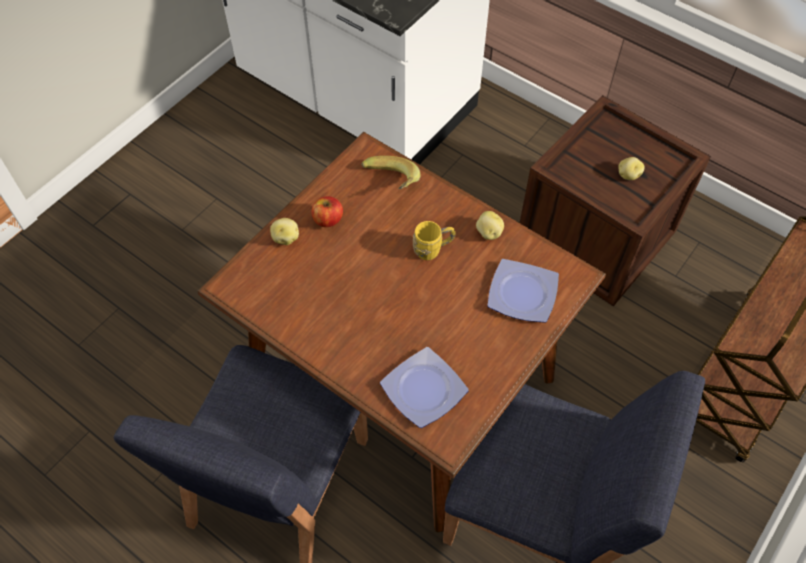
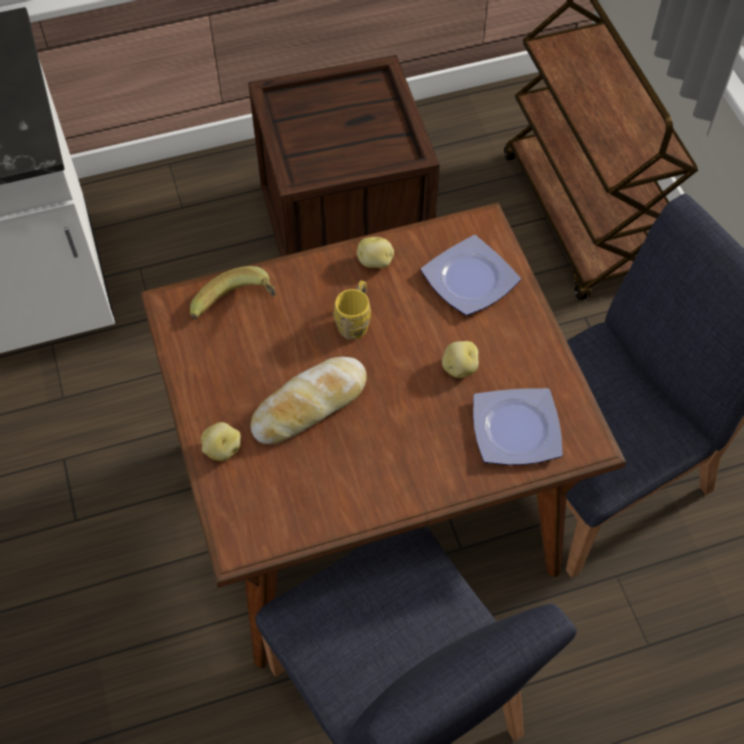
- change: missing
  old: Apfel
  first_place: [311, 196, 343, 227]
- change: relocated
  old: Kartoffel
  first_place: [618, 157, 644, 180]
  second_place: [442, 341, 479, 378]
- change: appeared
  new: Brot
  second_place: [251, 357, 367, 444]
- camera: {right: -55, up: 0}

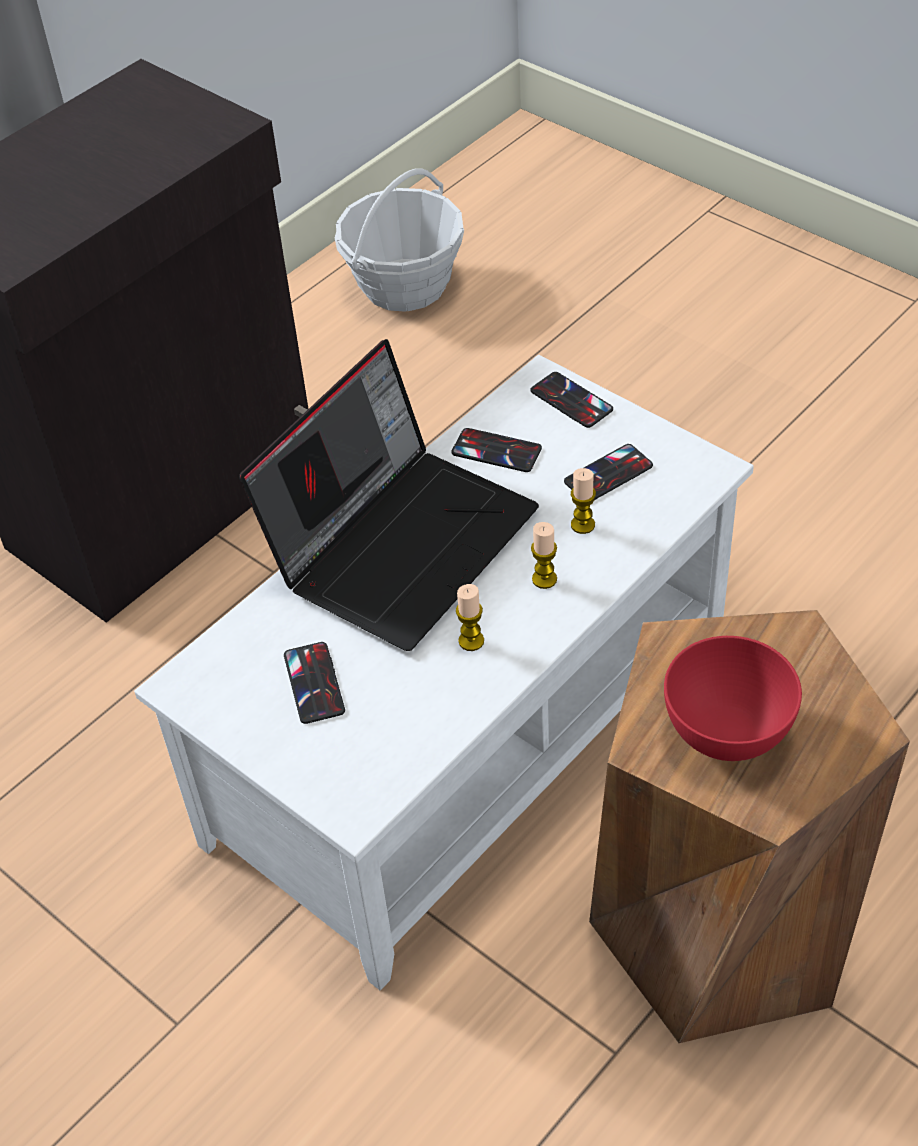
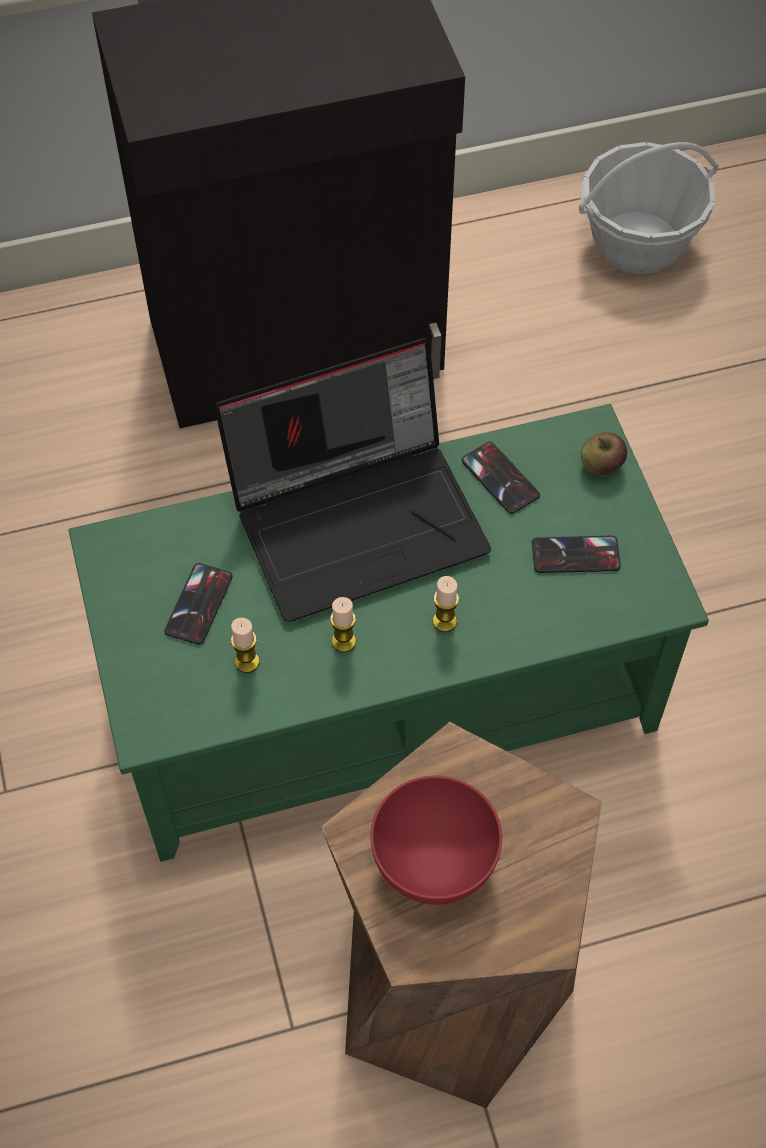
- change: colour
  old: Couchtisch [weiß]
  new: Couchtisch [grün]
  first_place: [134, 355, 754, 990]
  second_place: [68, 404, 709, 861]
- change: exchanged
  old: Handy
  new: Apfel
  first_place: [530, 372, 613, 428]
  second_place: [581, 433, 627, 475]
- change: relocated
  old: Kerze
  first_place: [571, 468, 596, 534]
  second_place: [231, 618, 260, 673]
- camera: {right: 30, up: 10}

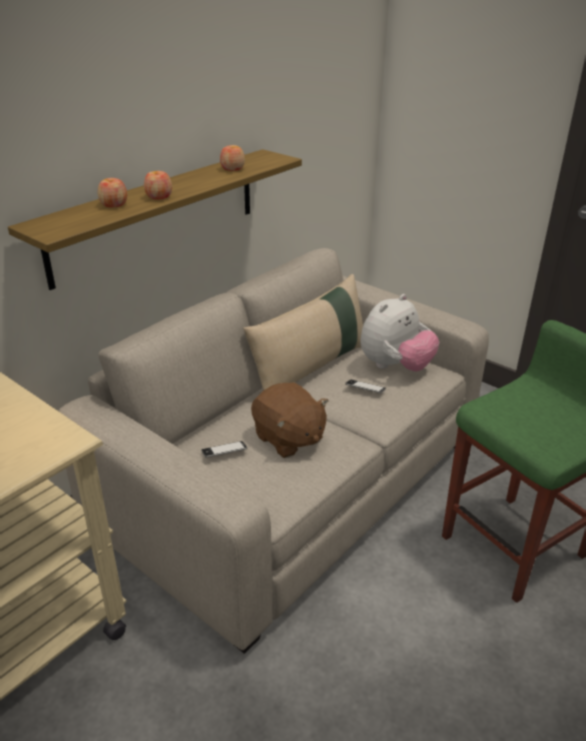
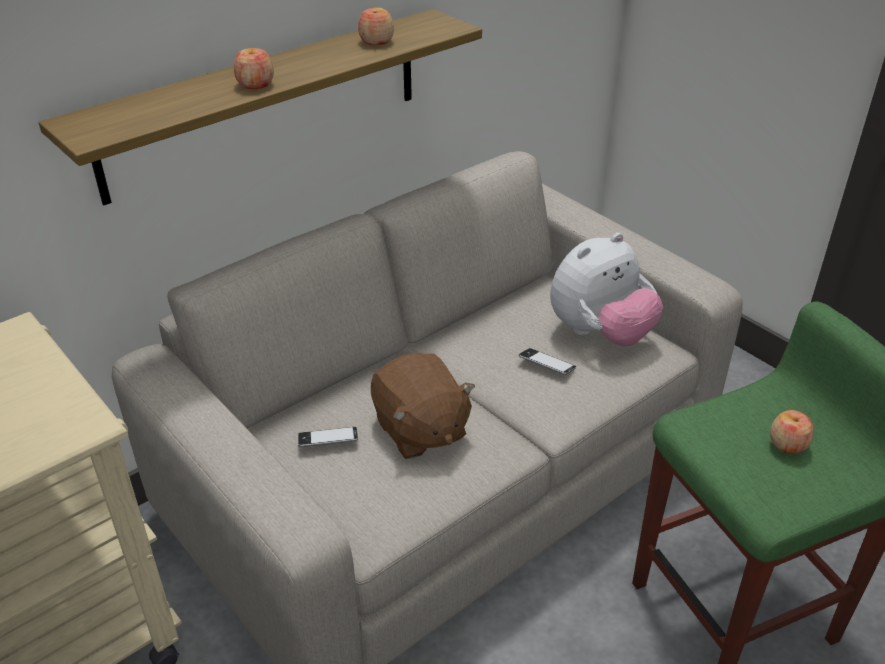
- change: relocated
  old: Apfel
  first_place: [97, 178, 127, 207]
  second_place: [770, 410, 814, 454]
- change: missing
  old: Kissen [beige]
  first_place: [243, 274, 363, 391]
- camera: {right: 10, up: 5}

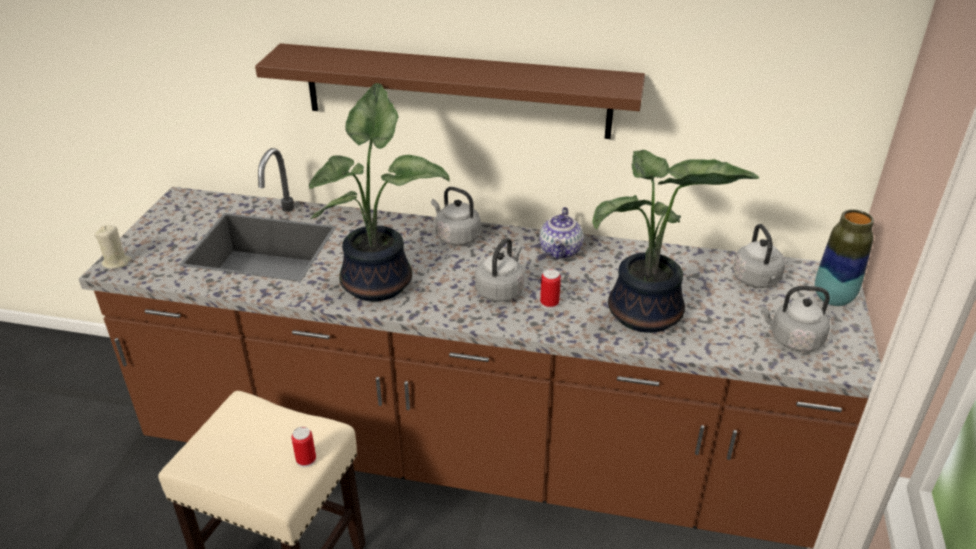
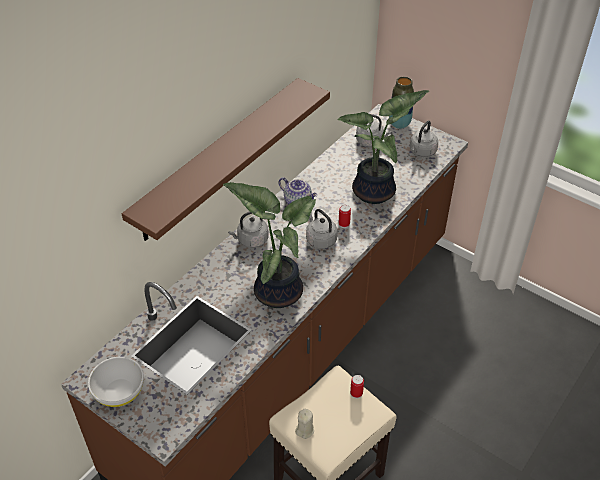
- change: relocated
  old: Kerze [beige]
  first_place: [95, 225, 131, 269]
  second_place: [295, 409, 314, 439]
- change: appeared
  new: Schüssel [weiß]
  second_place: [88, 357, 144, 407]
- camera: {right: -65, up: 10}

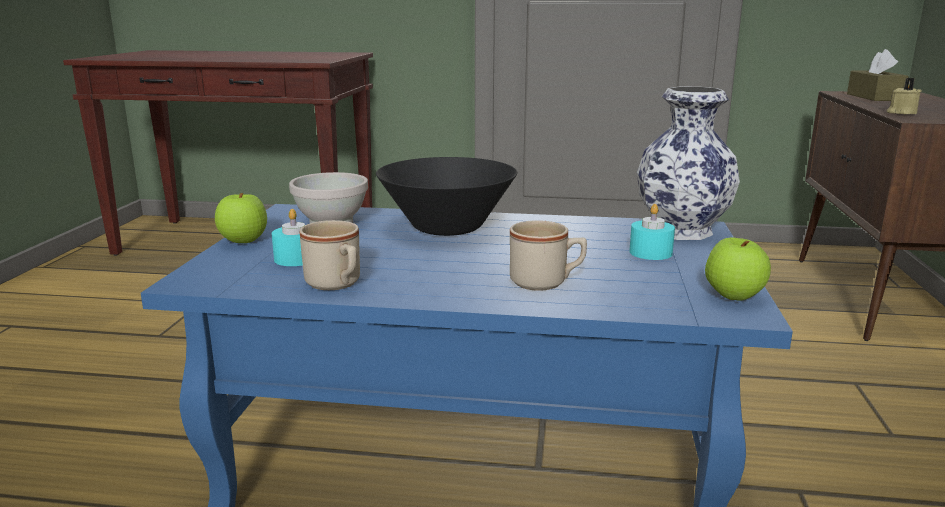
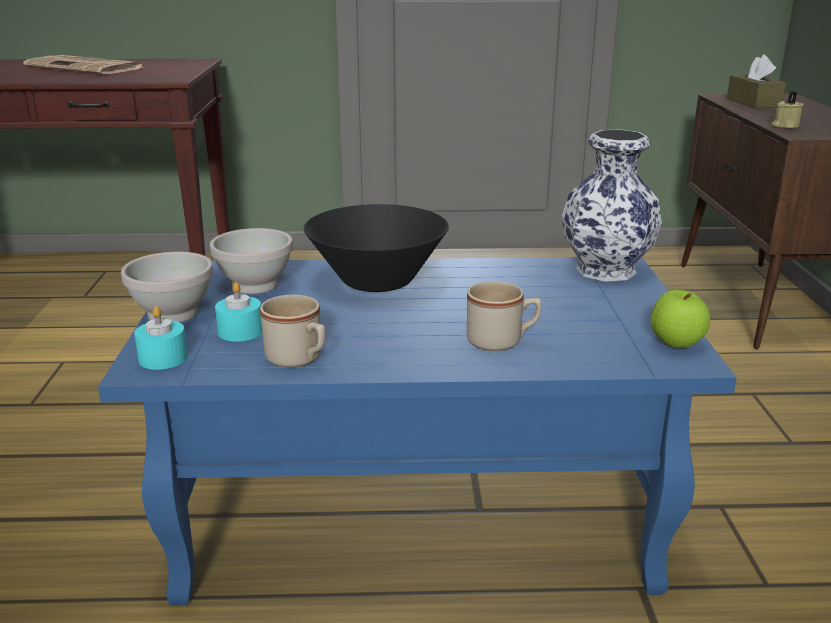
- change: exchanged
  old: Apfel
  new: Schüssel [weiß]
  first_place: [215, 193, 267, 243]
  second_place: [121, 252, 213, 322]
- change: relocated
  old: Kerze [türkis]
  first_place: [629, 204, 675, 260]
  second_place: [134, 306, 188, 370]
- change: appeared
  new: Zeitung
  second_place: [23, 55, 145, 74]
- camera: {right: -10, up: 5}

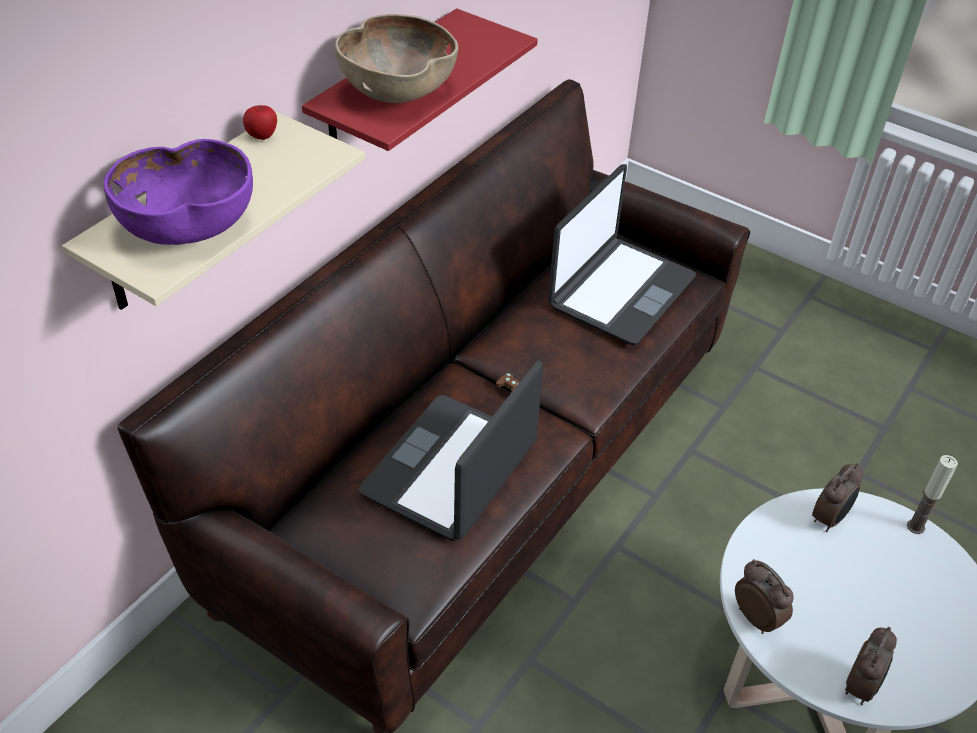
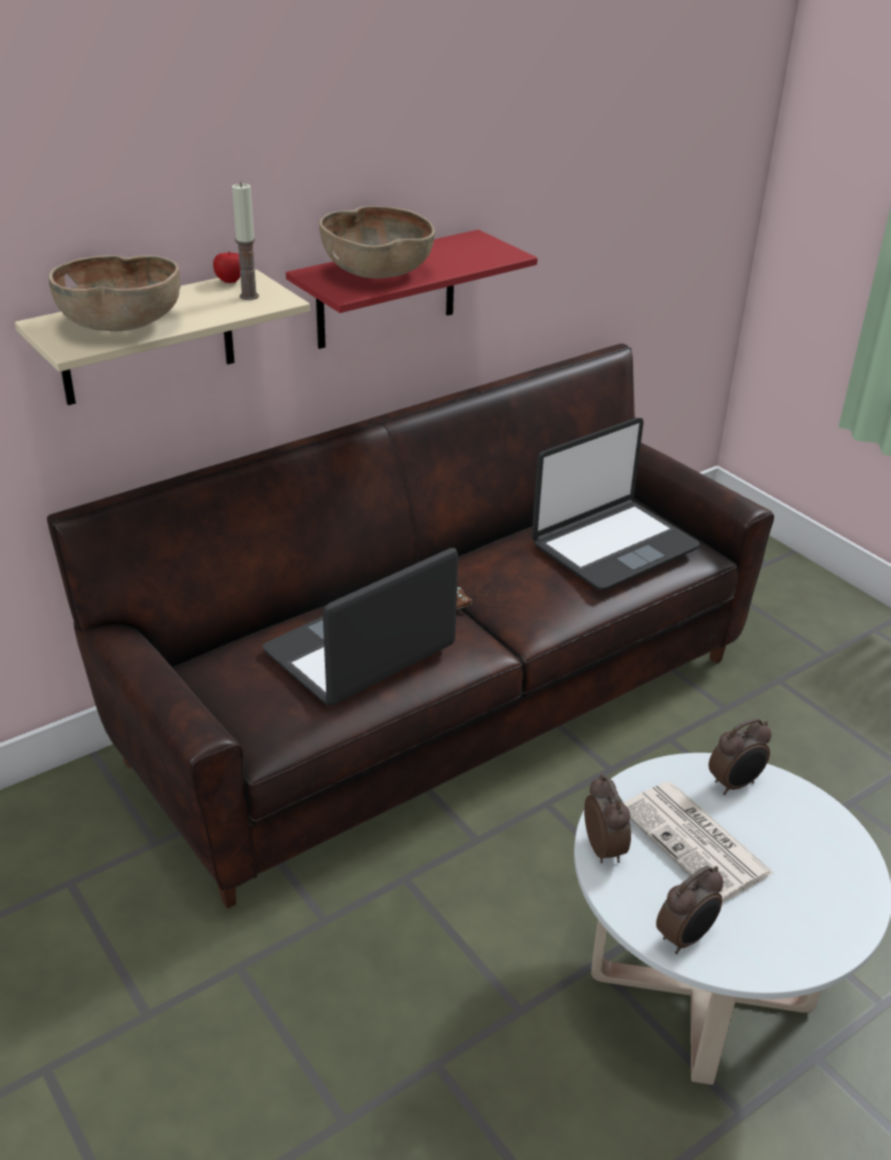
- change: colour
  old: Schüssel [lila]
  new: Schüssel [braun]
  first_place: [104, 139, 253, 245]
  second_place: [48, 255, 180, 331]
- change: relocated
  old: Kerze
  first_place: [907, 455, 958, 534]
  second_place: [232, 182, 259, 300]
- change: appeared
  new: Zeitung
  second_place: [624, 782, 774, 902]
- camera: {right: 20, up: -10}

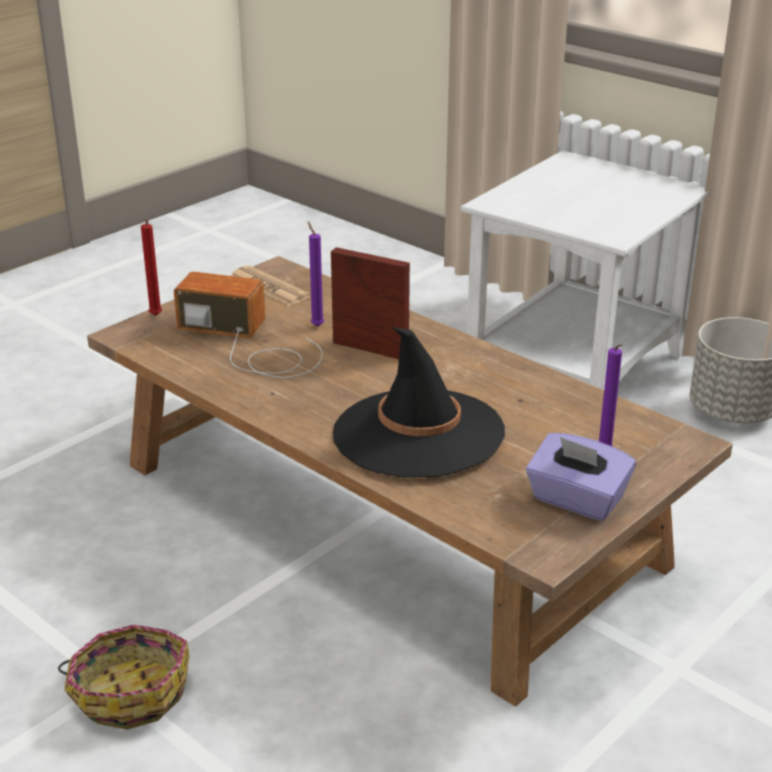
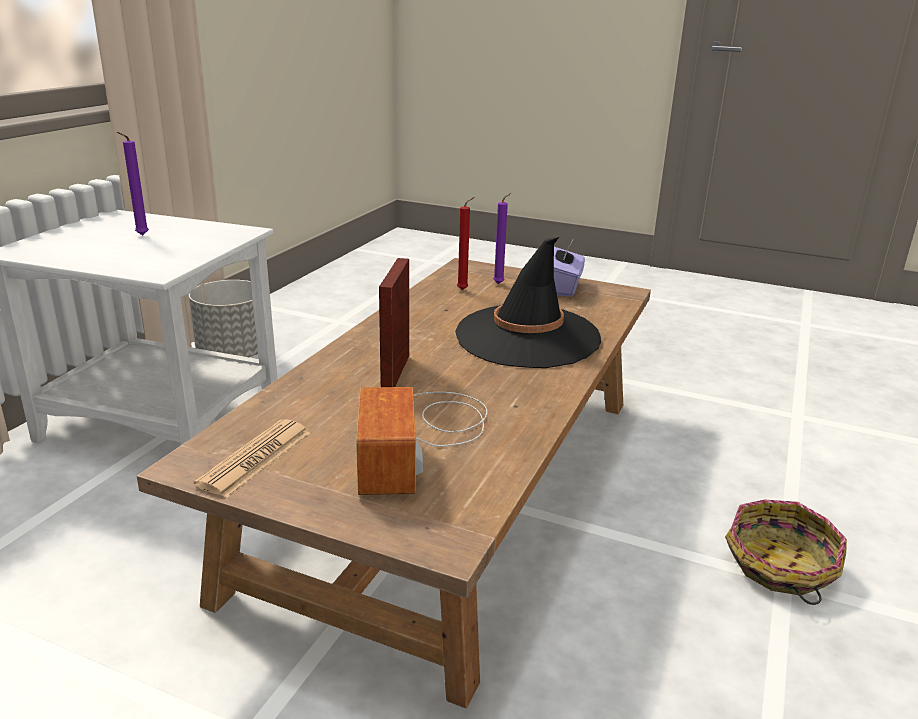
- change: relocated
  old: Kerze [rot]
  first_place: [141, 220, 162, 316]
  second_place: [457, 197, 474, 290]
- change: relocated
  old: Kerze [lila]
  first_place: [308, 222, 324, 327]
  second_place: [117, 132, 149, 235]
- camera: {right: -110, up: -5}

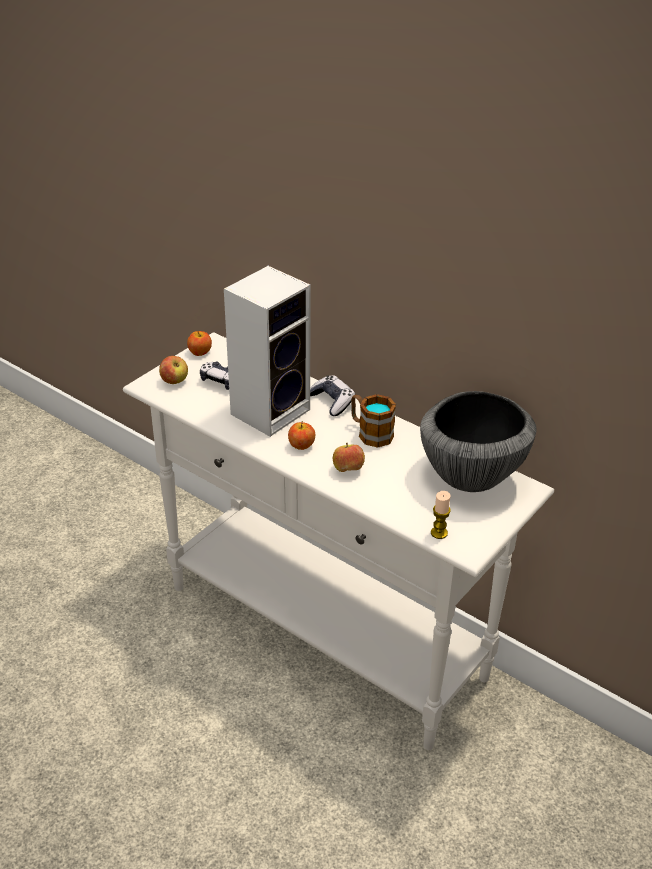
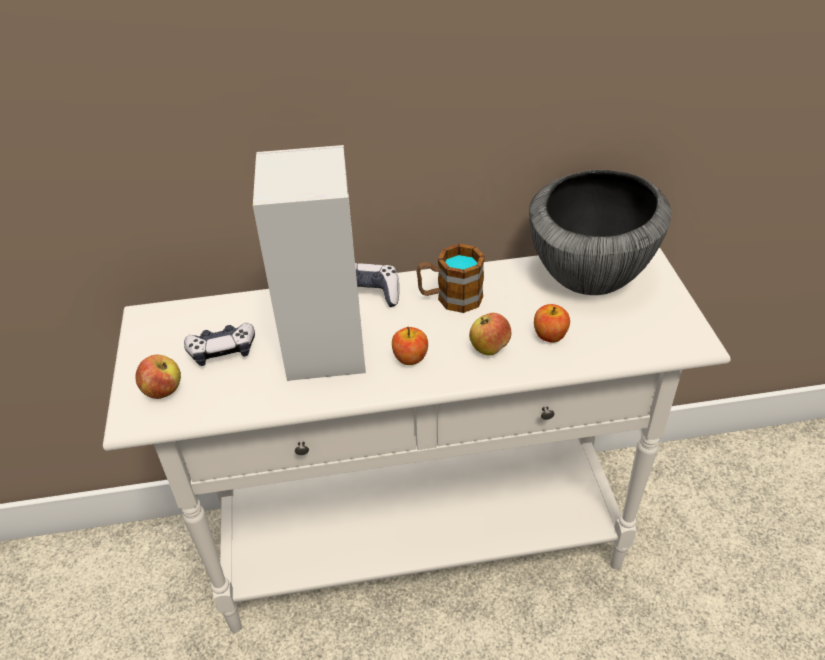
- change: relocated
  old: Apfel
  first_place: [187, 331, 212, 356]
  second_place: [534, 304, 570, 343]
- change: missing
  old: Kerze
  first_place: [431, 491, 451, 539]
- camera: {right: -45, up: 5}

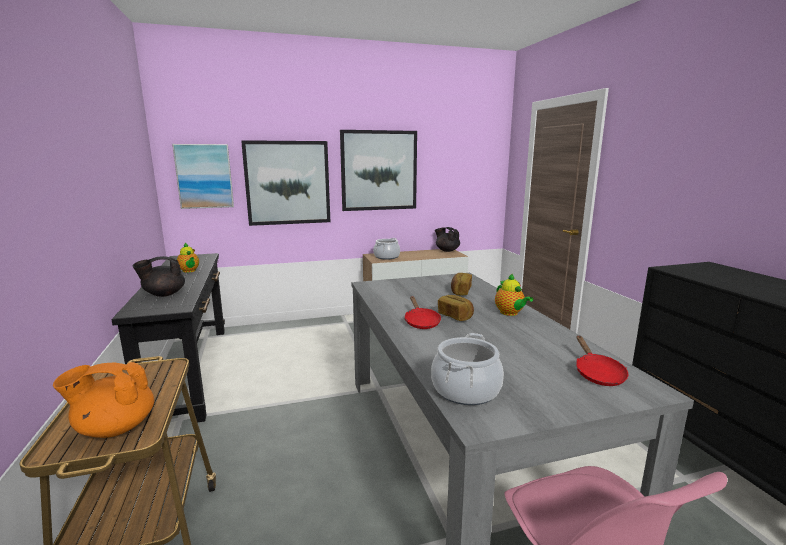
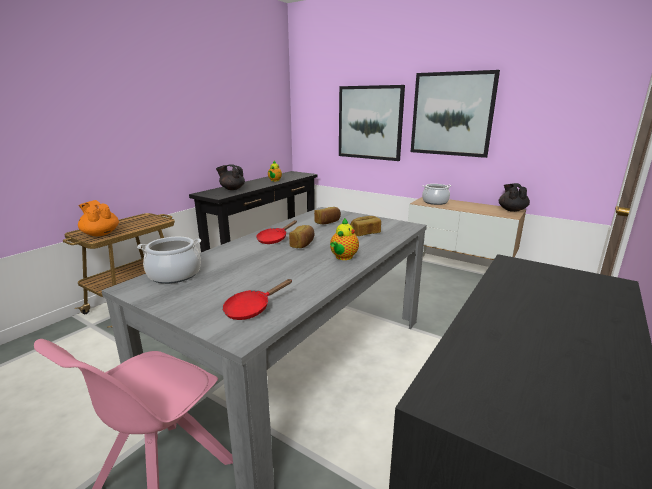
- change: missing
  old: Bild
  first_place: [172, 144, 234, 209]
- change: appeared
  new: Brot
  second_place: [314, 207, 341, 224]
- camera: {right: 50, up: 5}

